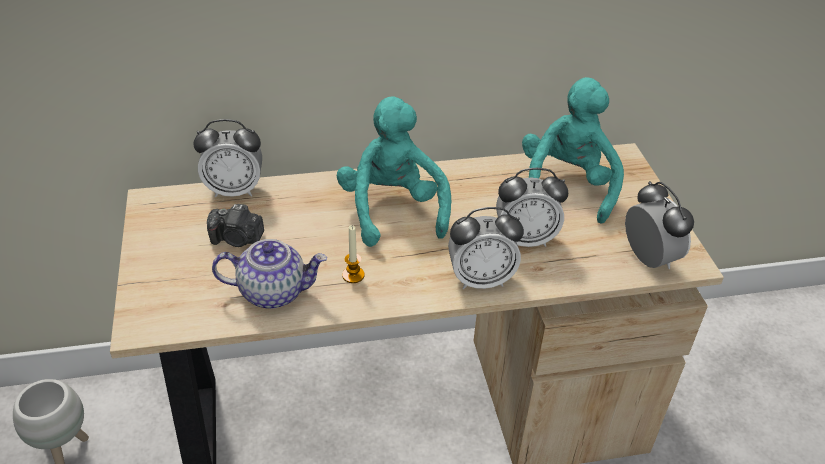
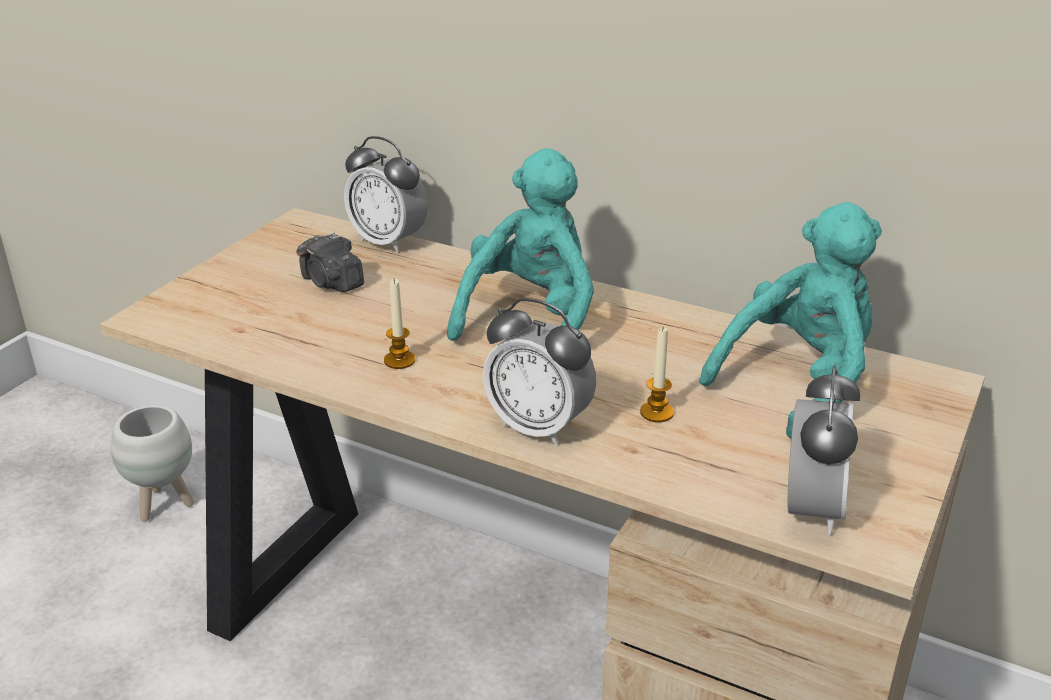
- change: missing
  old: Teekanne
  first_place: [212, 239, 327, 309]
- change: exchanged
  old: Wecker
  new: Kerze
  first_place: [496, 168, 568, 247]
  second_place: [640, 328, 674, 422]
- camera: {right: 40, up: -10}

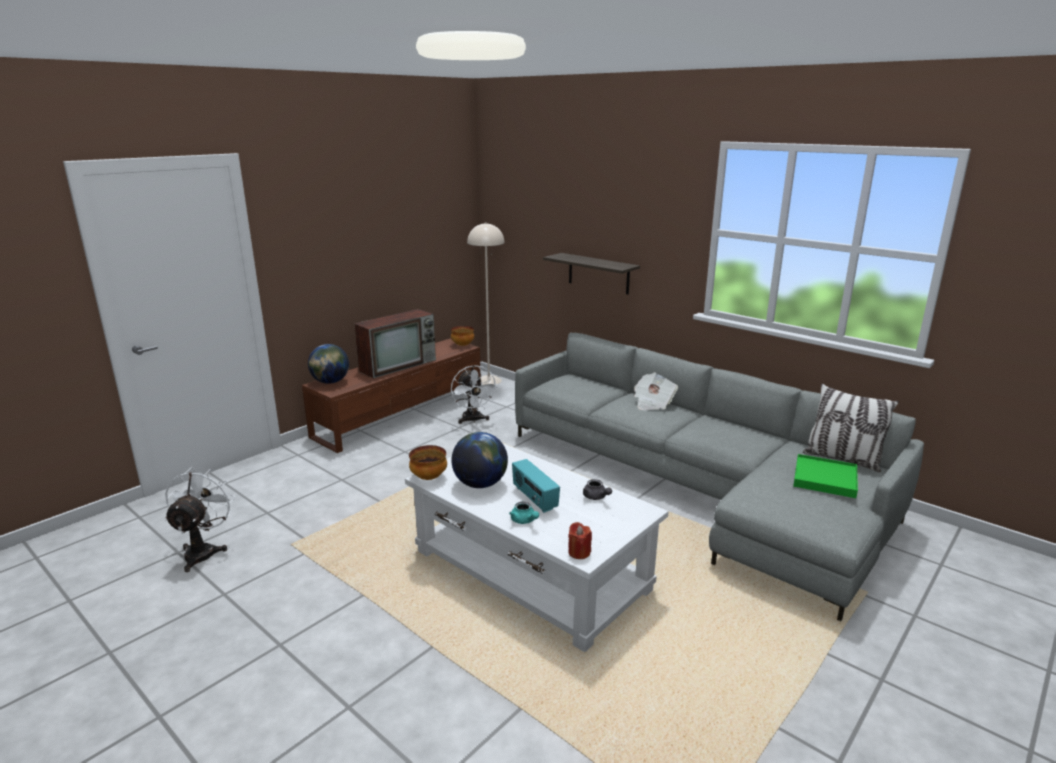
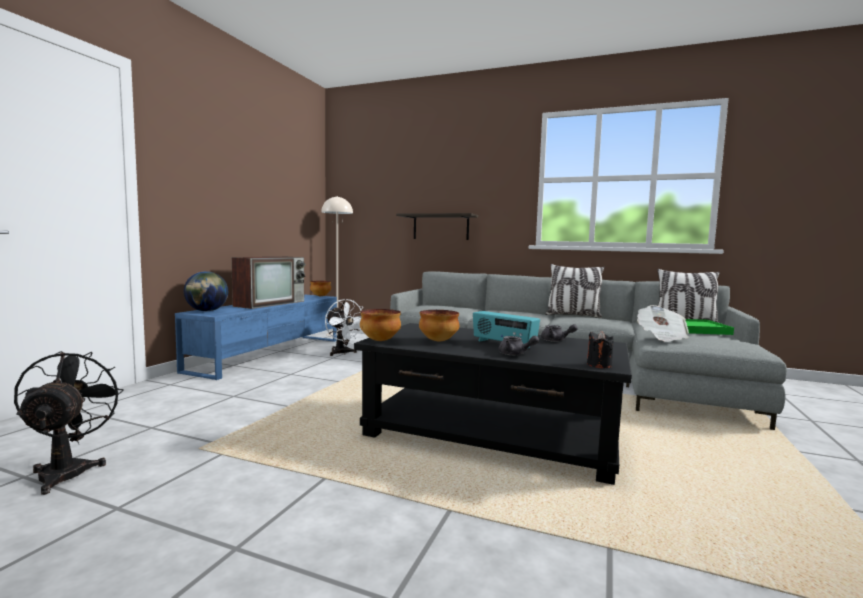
- change: colour
  old: Ventilator [weiß]
  new: Ventilator [schwarz]
  first_place: [164, 467, 235, 572]
  second_place: [14, 351, 124, 495]
- change: colour
  old: Fernsehschrank [braun]
  new: Fernsehschrank [blau]
  first_place: [302, 338, 481, 453]
  second_place: [175, 295, 337, 380]
- change: colour
  old: Couchtisch [weiß]
  new: Couchtisch [schwarz]
  first_place: [405, 443, 668, 652]
  second_place: [354, 323, 632, 485]
- change: exchanged
  old: Globus
  new: Schüssel
  first_place: [451, 432, 508, 488]
  second_place: [419, 310, 459, 341]
- change: colour
  old: Teekanne [türkis]
  new: Teekanne [grau]
  first_place: [509, 502, 539, 524]
  second_place: [498, 336, 539, 355]
- change: colour
  old: Kerze [rot]
  new: Kerze [schwarz]
  first_place: [568, 522, 592, 559]
  second_place: [587, 331, 614, 368]
- change: relocated
  old: Zeitung
  first_place: [634, 372, 678, 410]
  second_place: [637, 305, 689, 342]
- change: appeared
  new: Kissen
  second_place: [545, 264, 604, 318]
- camera: {right: -20, up: -15}

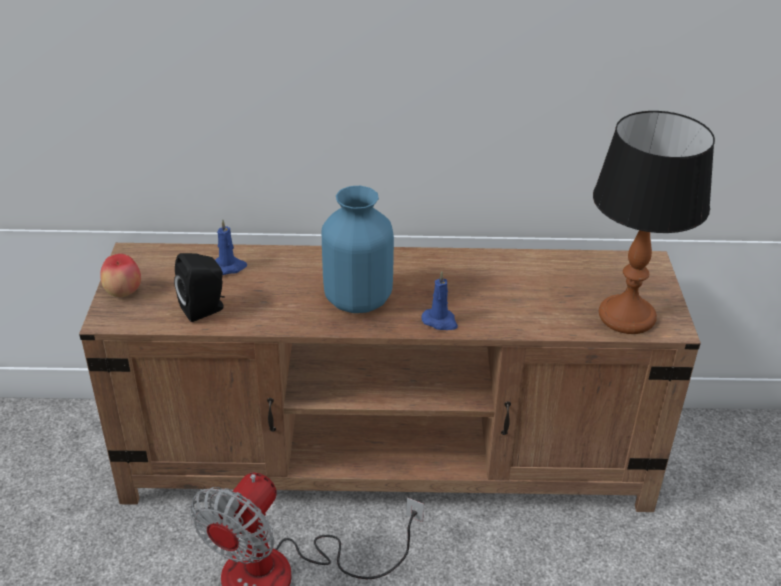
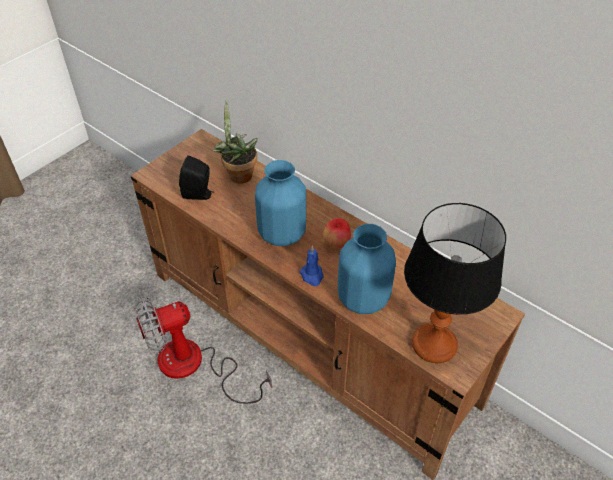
- change: relocated
  old: Apfel
  first_place: [100, 254, 141, 297]
  second_place: [323, 218, 351, 248]
- change: exchanged
  old: Kerze [blau]
  new: Topfpflanze
  first_place: [215, 219, 247, 275]
  second_place: [212, 99, 257, 184]
- change: appeared
  new: Vase [blau]
  second_place: [338, 224, 396, 314]
- camera: {right: 40, up: 10}

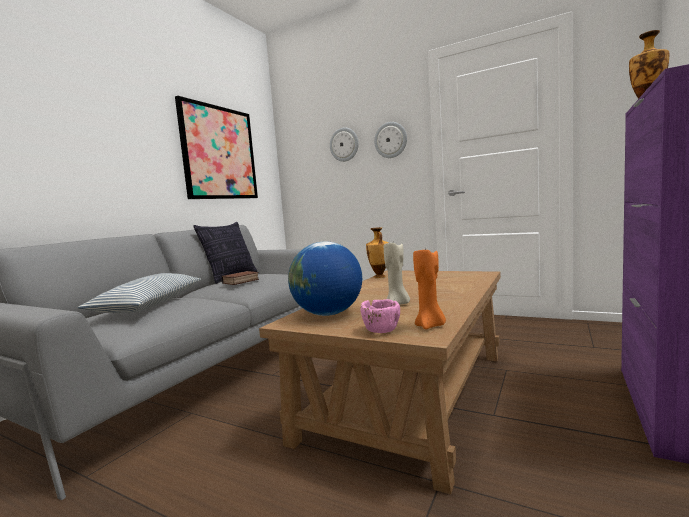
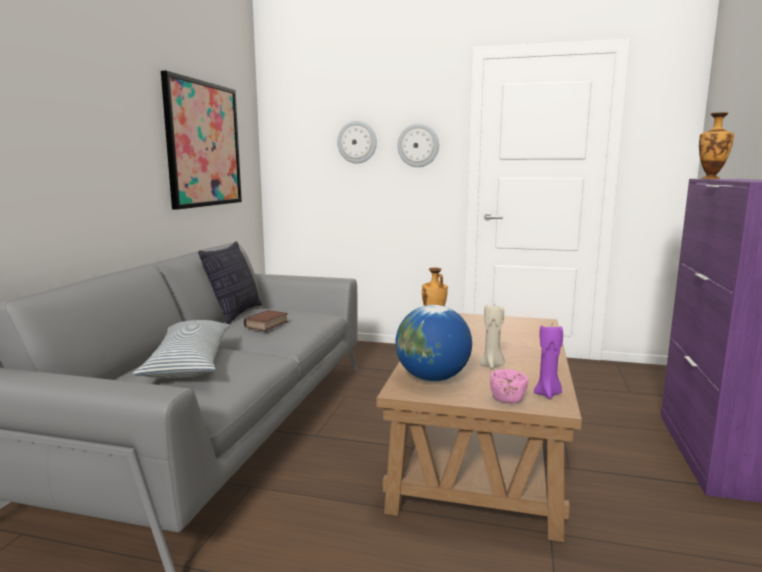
- change: colour
  old: Kerze [orange]
  new: Kerze [lila]
  first_place: [413, 248, 446, 329]
  second_place: [534, 325, 563, 399]
- camera: {right: -15, up: 5}

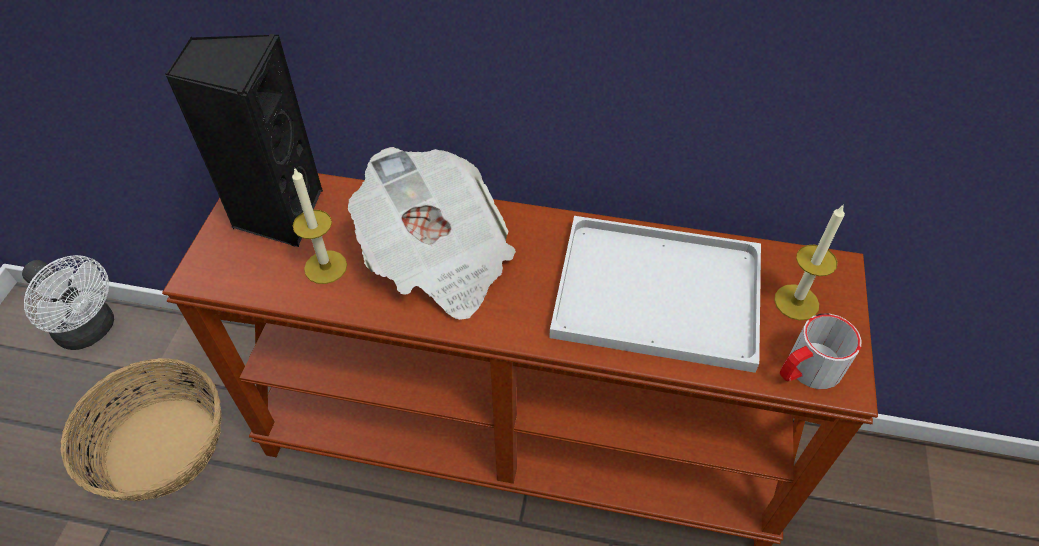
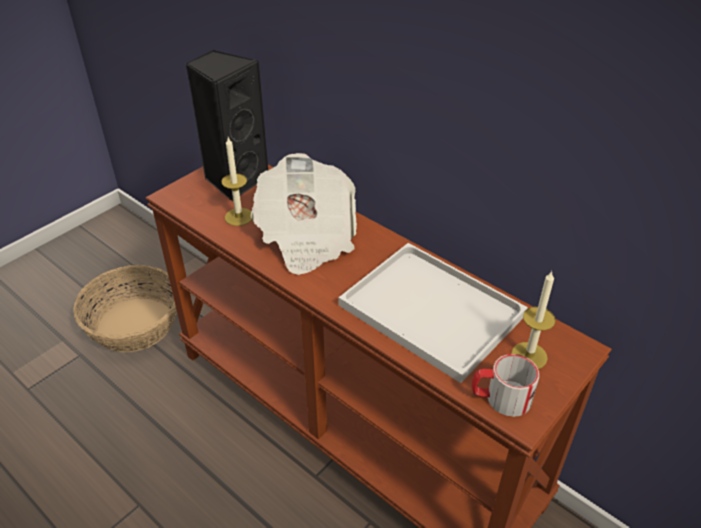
- change: missing
  old: Ventilator [weiß]
  first_place: [22, 255, 114, 350]
- camera: {right: 30, up: -10}

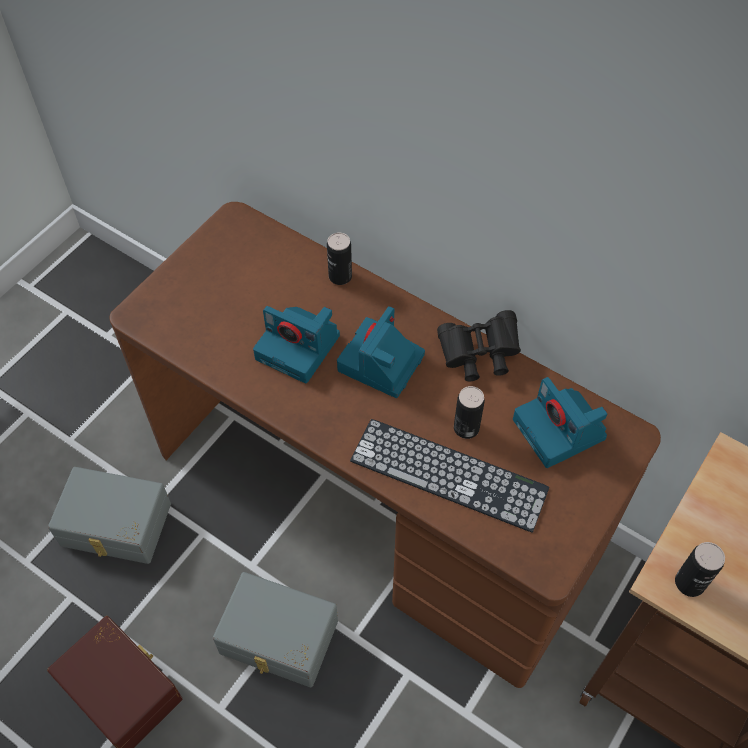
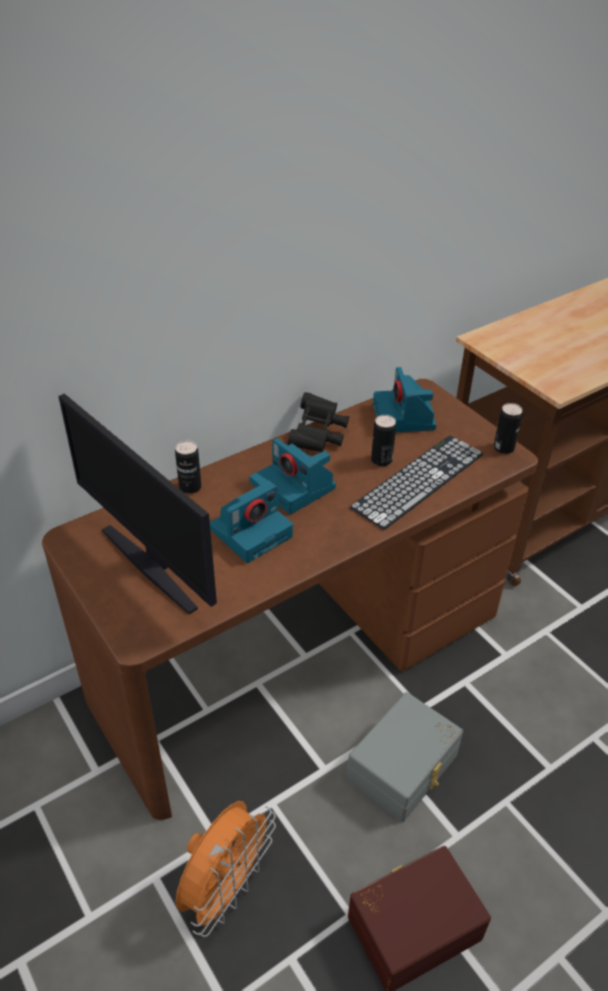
- change: exchanged
  old: Aufbewahrungsbox [grau]
  new: Ventilator [orange]
  first_place: [48, 467, 171, 564]
  second_place: [175, 801, 276, 937]
- change: spun
  old: Kamera
  first_place: [513, 377, 608, 468]
  second_place: [373, 367, 437, 432]
  degrees: 90
- change: relocated
  old: Dose
  first_place: [675, 542, 725, 597]
  second_place: [494, 403, 523, 454]
- change: appeared
  new: Monitor
  second_place: [58, 394, 217, 614]
- camera: {right: -70, up: -15}

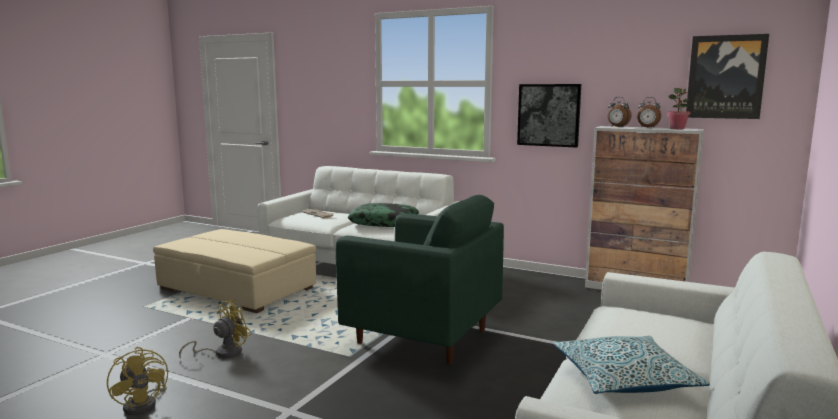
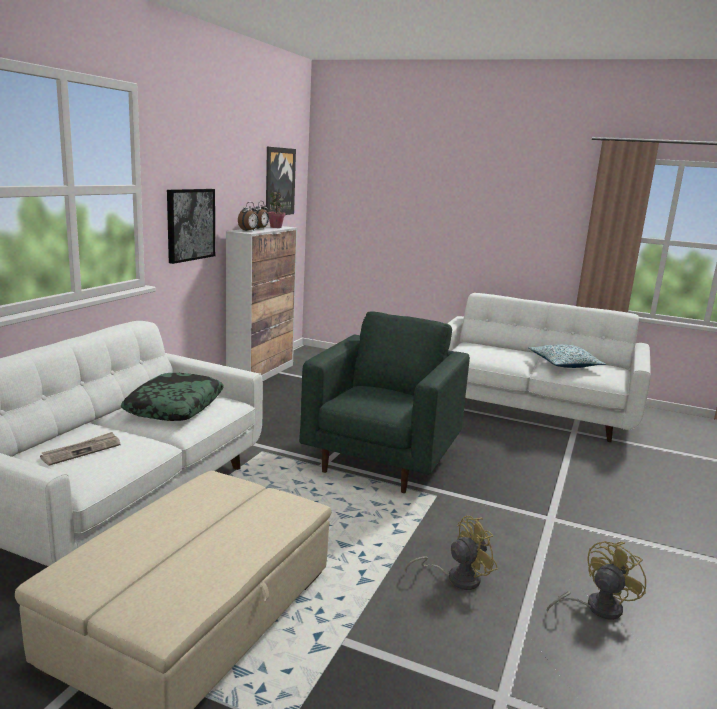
- change: spun
  old: Ventilator [gelb]
  first_place: [179, 299, 252, 359]
  second_place: [405, 516, 498, 590]
  degrees: 120
- camera: {right: -95, up: 5}

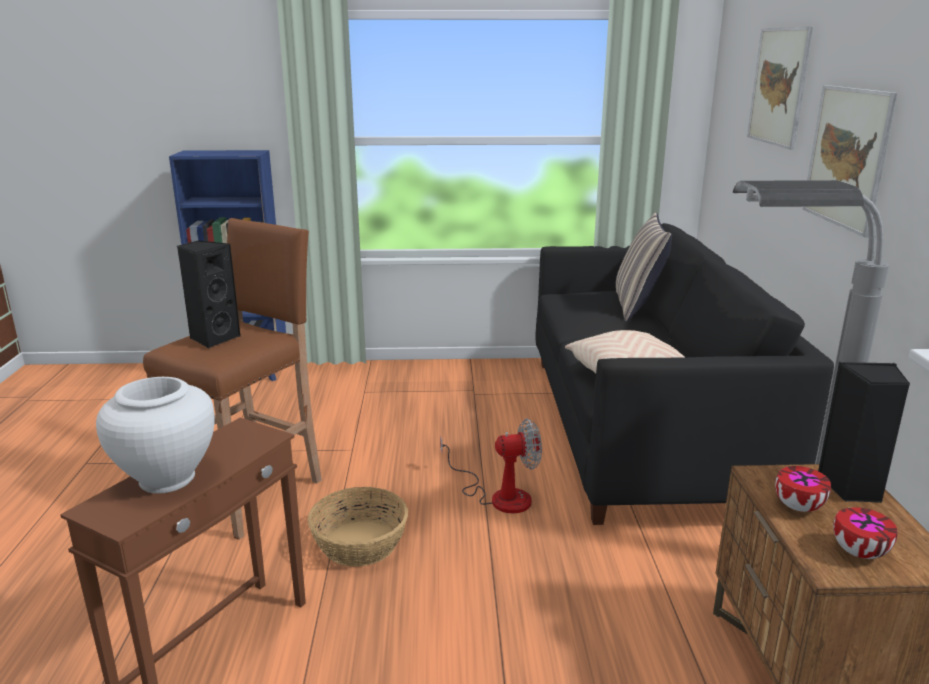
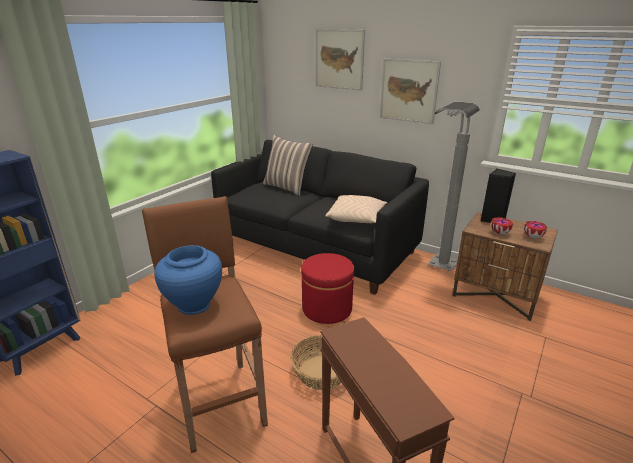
- change: missing
  old: Vase [weiß]
  first_place: [96, 377, 215, 494]
- change: exchanged
  old: Lautsprecher [schwarz]
  new: Vase [blau]
  first_place: [177, 240, 240, 348]
  second_place: [154, 245, 222, 315]
- change: exchanged
  old: Ventilator
  new: Polsterhocker [rot]
  first_place: [440, 419, 542, 514]
  second_place: [301, 253, 354, 324]
- camera: {right: -55, up: 5}

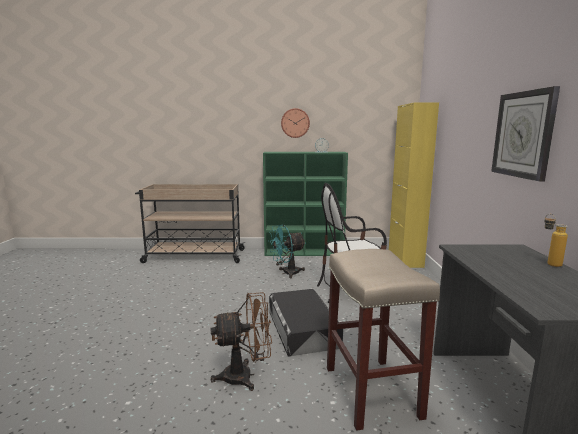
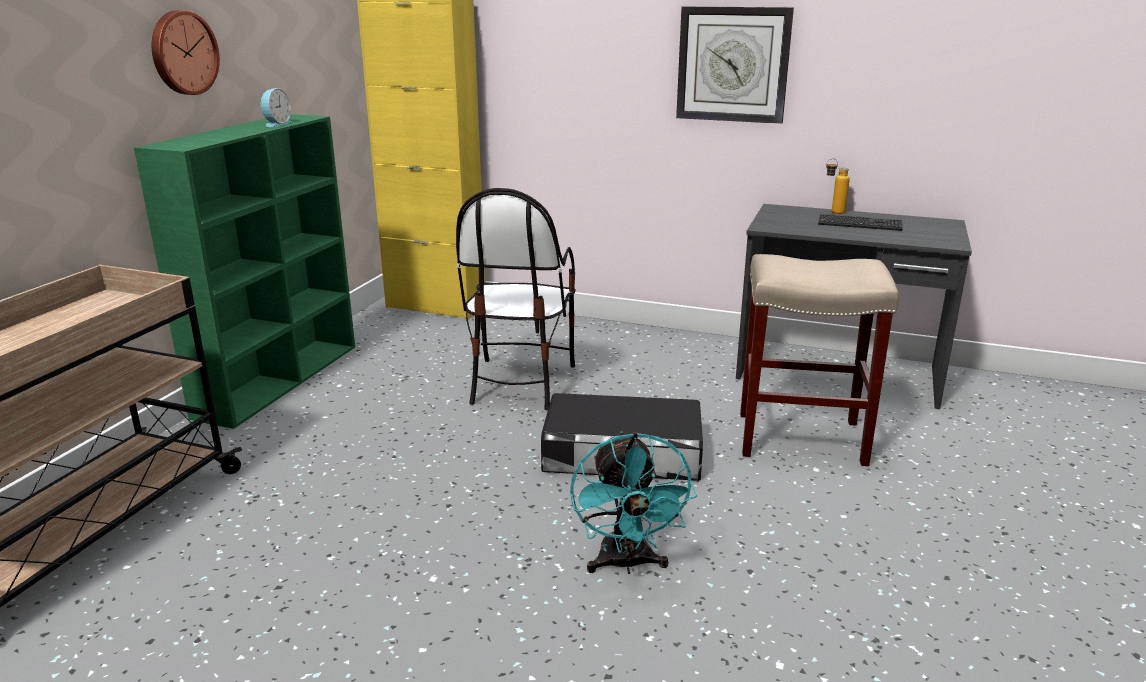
- change: missing
  old: Ventilator [braun]
  first_place: [210, 292, 272, 391]
- change: relocated
  old: Ventilator [türkis]
  first_place: [268, 225, 306, 278]
  second_place: [570, 431, 697, 574]
- change: appeared
  new: Tastatur
  second_place: [818, 214, 903, 231]
- camera: {right: -70, up: 10}

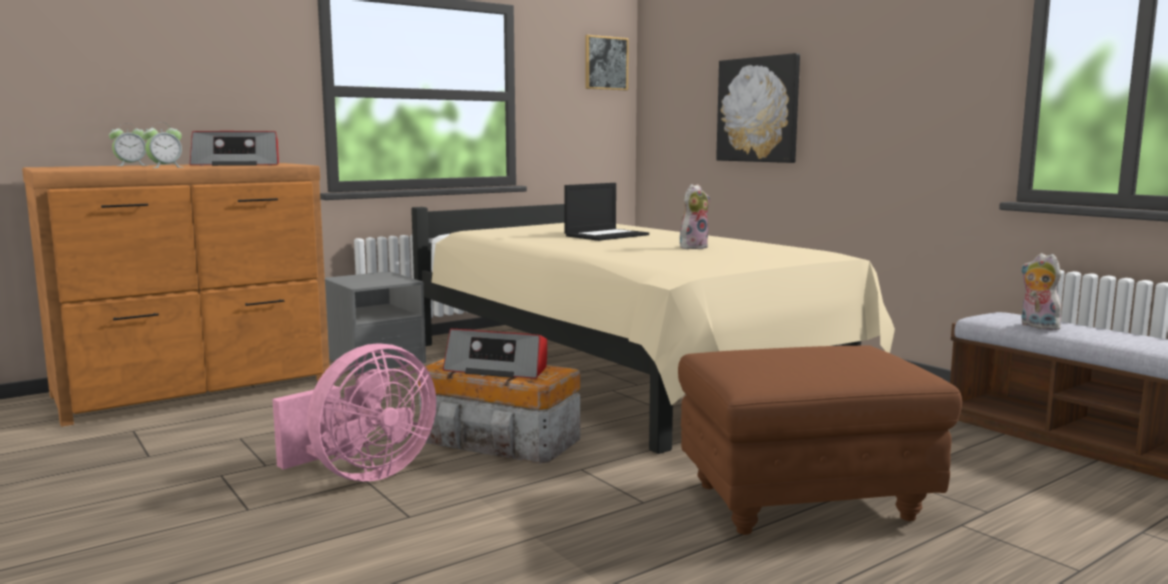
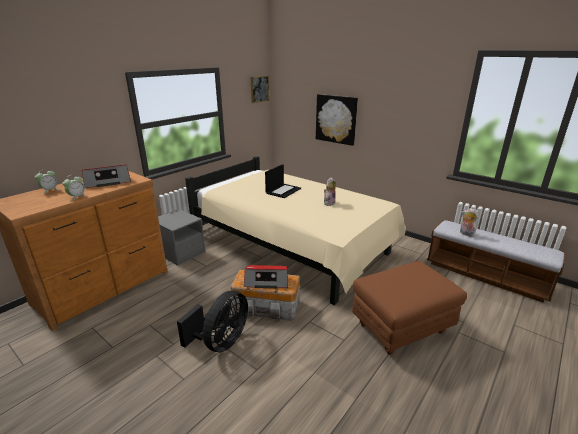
- change: colour
  old: Ventilator [rosa]
  new: Ventilator [schwarz]
  first_place: [272, 343, 436, 481]
  second_place: [177, 290, 248, 352]
- camera: {right: -15, up: 15}

